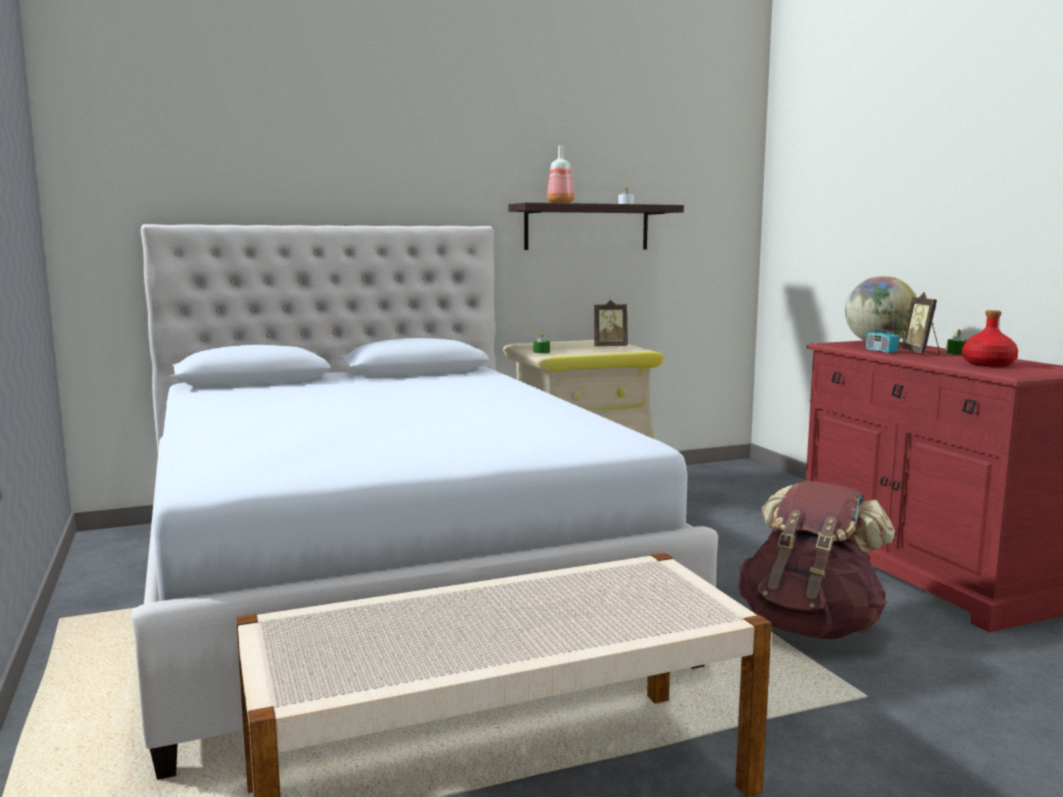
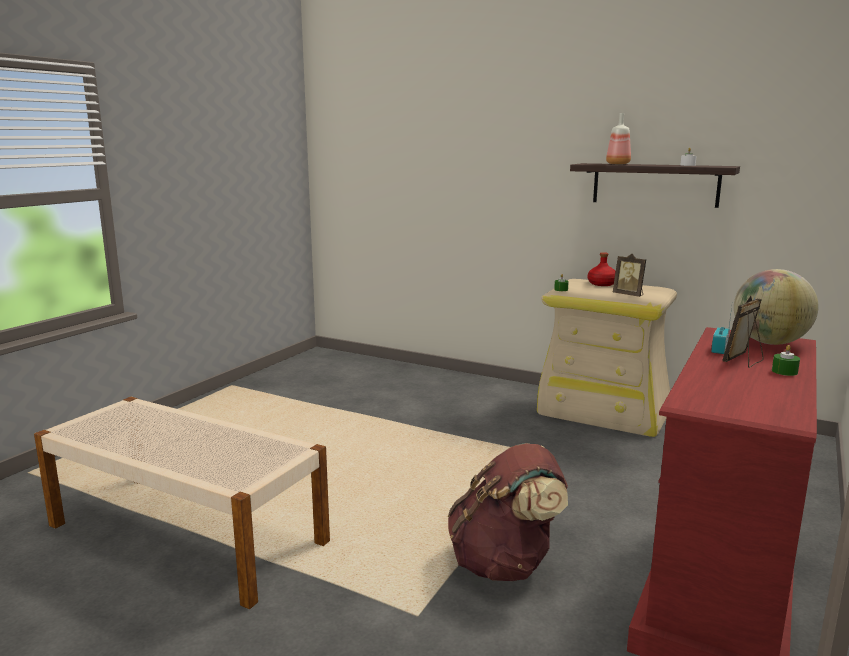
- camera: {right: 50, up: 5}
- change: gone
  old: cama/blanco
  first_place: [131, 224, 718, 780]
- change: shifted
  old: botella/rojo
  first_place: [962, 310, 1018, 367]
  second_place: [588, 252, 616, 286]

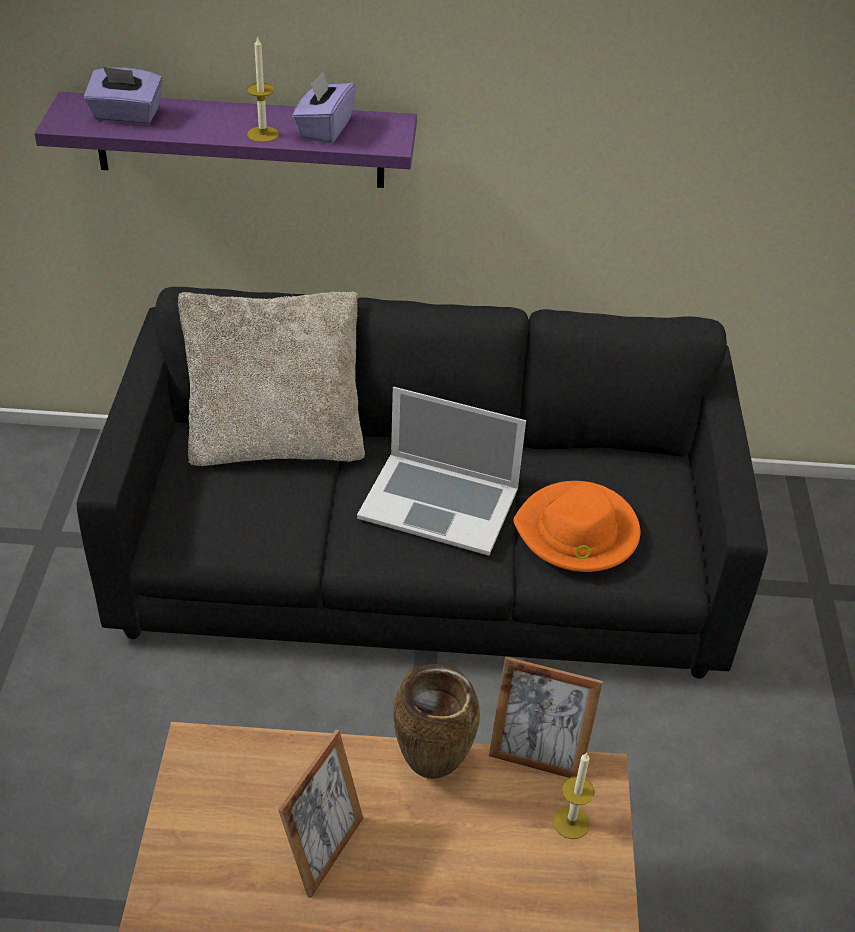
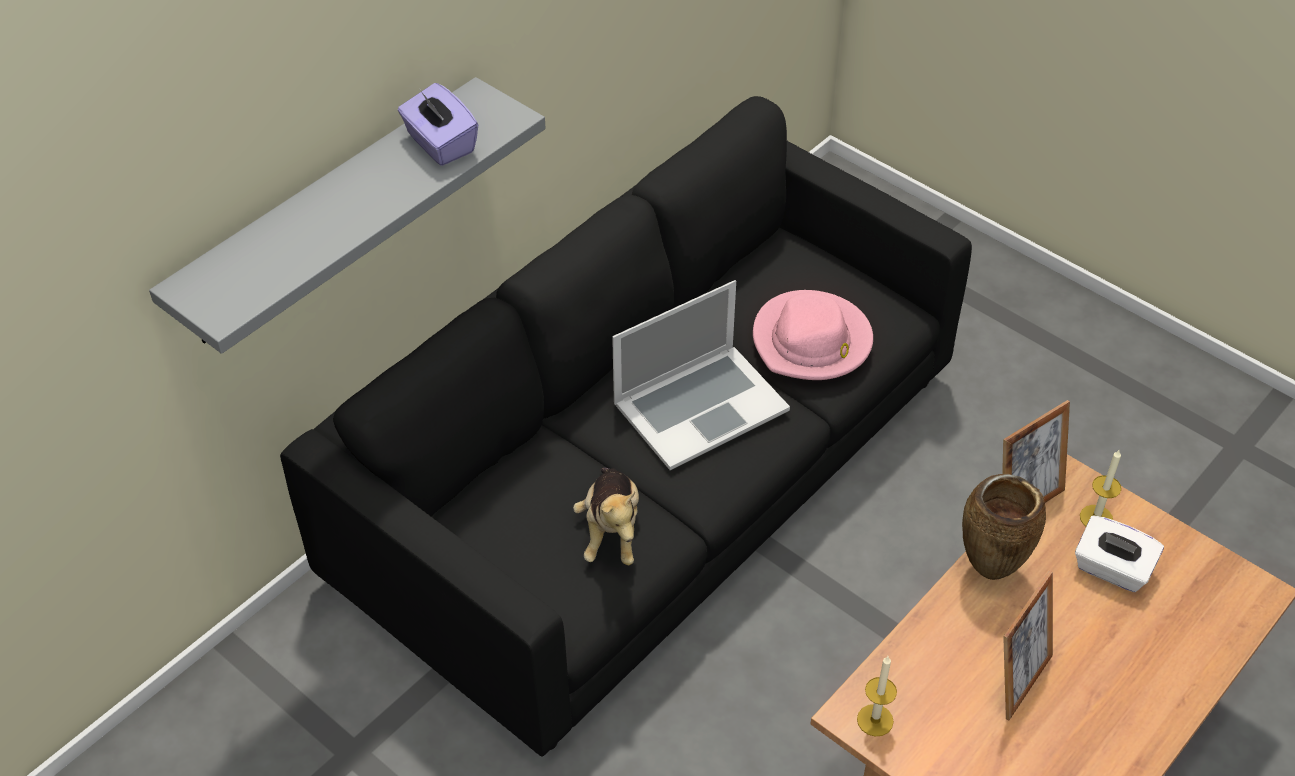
- camera: {right: -50, up: 5}
- change: repainted
  old: estante/morado
  new: estante/gris
  first_place: [34, 92, 417, 188]
  second_place: [149, 77, 545, 354]
- change: gone
  old: caja de pañuelos/morado
  first_place: [84, 67, 163, 125]
- change: gone
  old: cojín/beis
  first_place: [178, 291, 365, 466]
- change: shifted
  old: vela
  first_place: [247, 35, 279, 142]
  second_place: [857, 656, 897, 736]
- change: rotated
  old: portarretratos
  first_place: [278, 729, 363, 898]
  second_place: [1003, 571, 1053, 720]
  degrees: 60
- change: repainted
  old: sombrero/naranja
  new: sombrero/rosa
  first_place: [513, 481, 640, 572]
  second_place: [753, 290, 873, 380]
- change: new
  new: peluche
  second_place: [573, 467, 639, 565]
- change: new
  new: caja de pañuelos/blanco
  second_place: [1075, 515, 1164, 592]

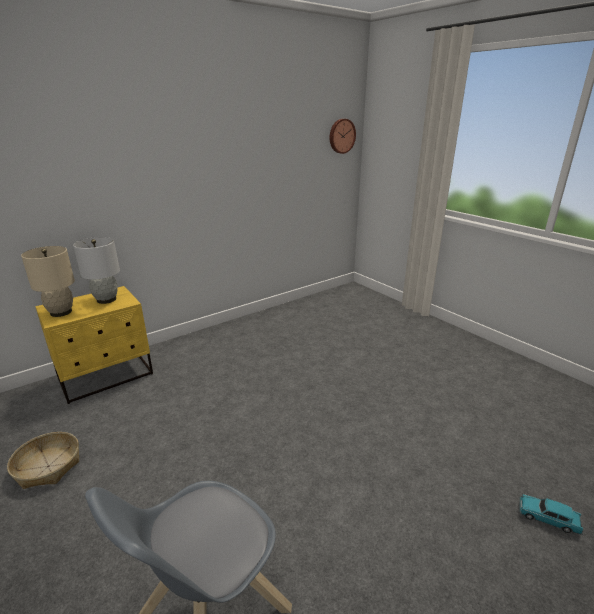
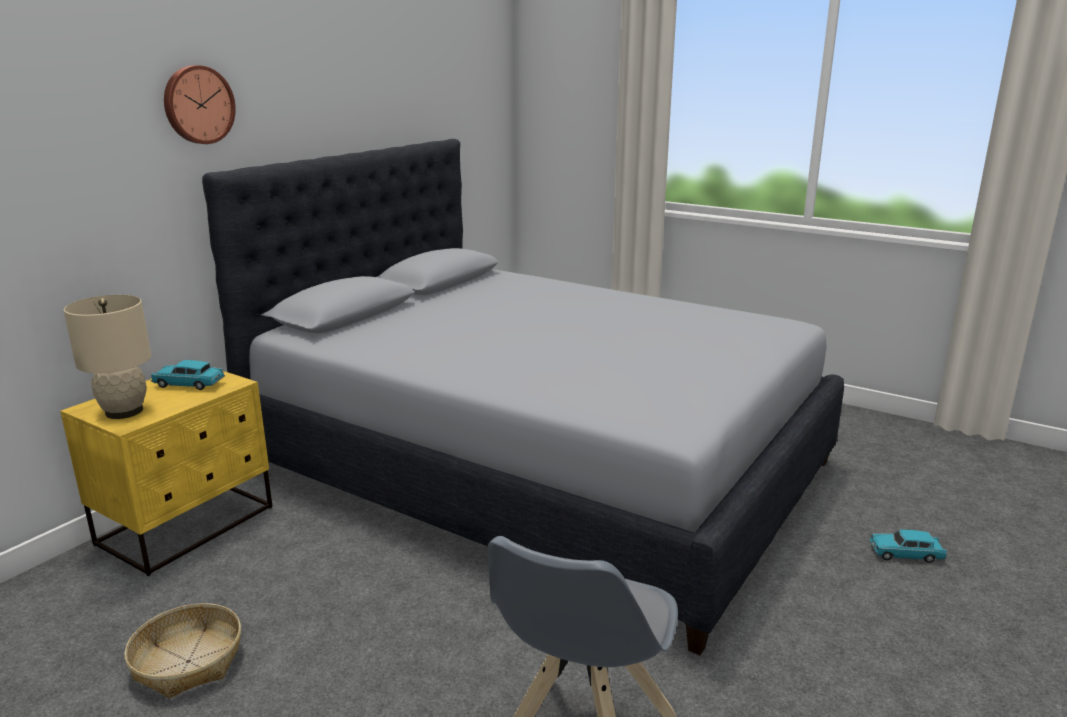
- camera: {right: -20, up: -5}
- change: swapped
  old: lámpara de mesa/blanco
  new: coche de juguete/turquesa
  first_place: [73, 237, 120, 304]
  second_place: [151, 360, 225, 390]
- change: shifted
  old: reloj de pared
  first_place: [330, 119, 356, 154]
  second_place: [164, 65, 236, 144]
- change: new
  new: cama/gris
  second_place: [202, 139, 844, 655]

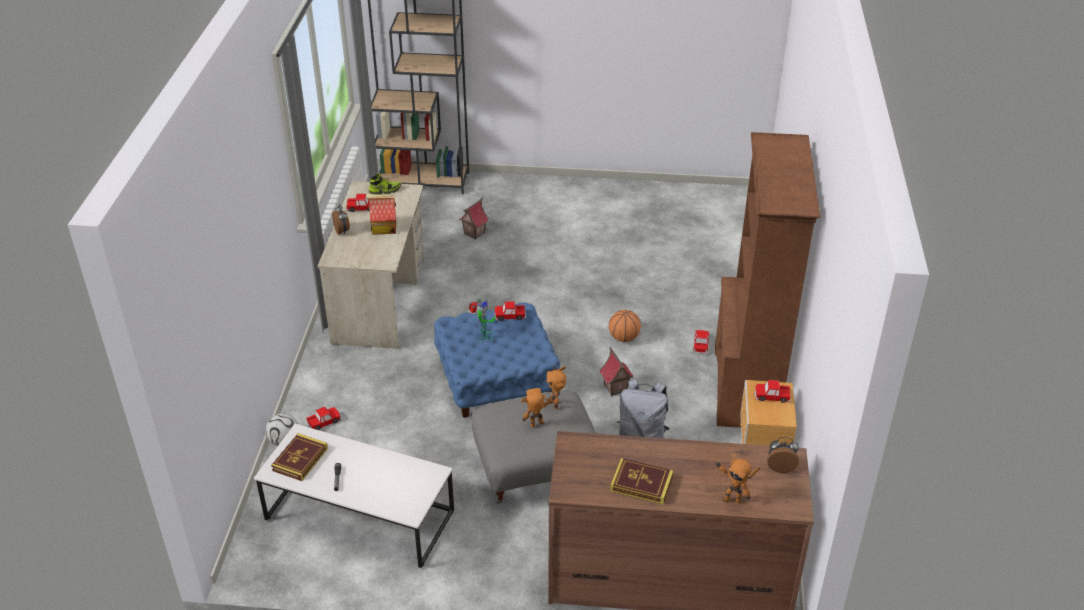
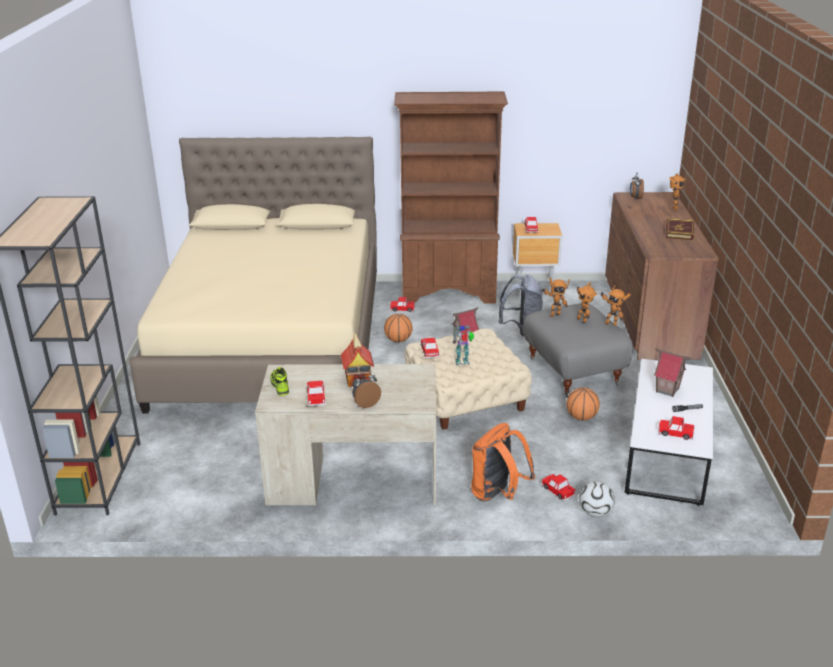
- camera: {right: -95, up: -10}
- change: swapped
  old: libro
  new: coche de juguete
  first_place: [271, 433, 328, 481]
  second_place: [658, 416, 694, 440]
- change: repainted
  old: puf/azul
  new: puf/beis
  first_place: [434, 302, 560, 418]
  second_place: [404, 328, 532, 430]
- change: shifted
  old: casita
  first_place: [459, 197, 489, 240]
  second_place: [654, 348, 690, 397]
- change: new
  new: cama/beis
  second_place: [129, 136, 377, 414]
- change: new
  new: mochila/naranja
  second_place: [471, 423, 535, 502]
- change: new
  new: balón de baloncesto
  second_place: [566, 387, 600, 421]
- change: new
  new: robot de juguete
  second_place: [600, 286, 631, 326]

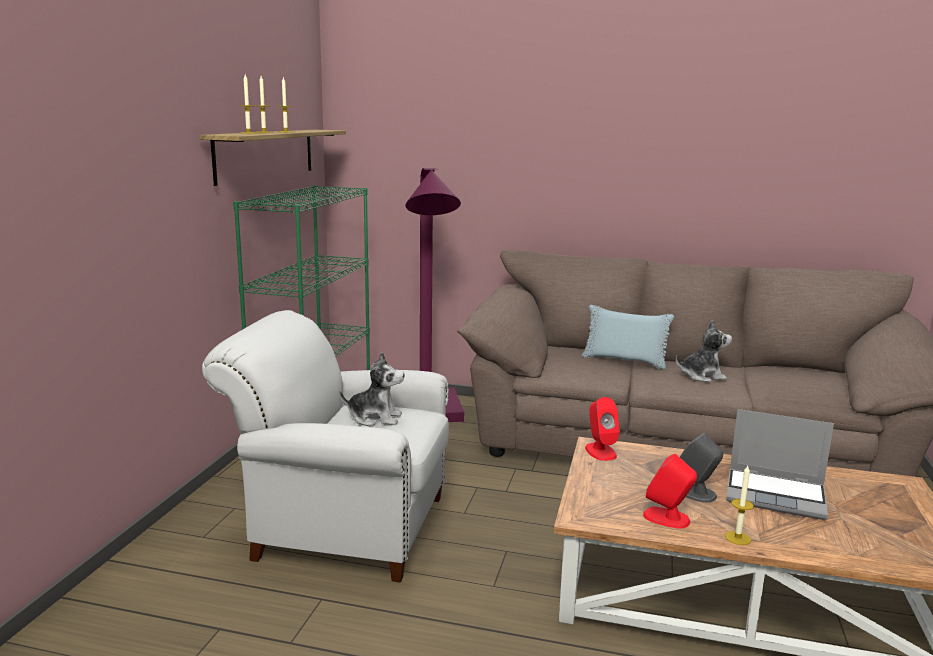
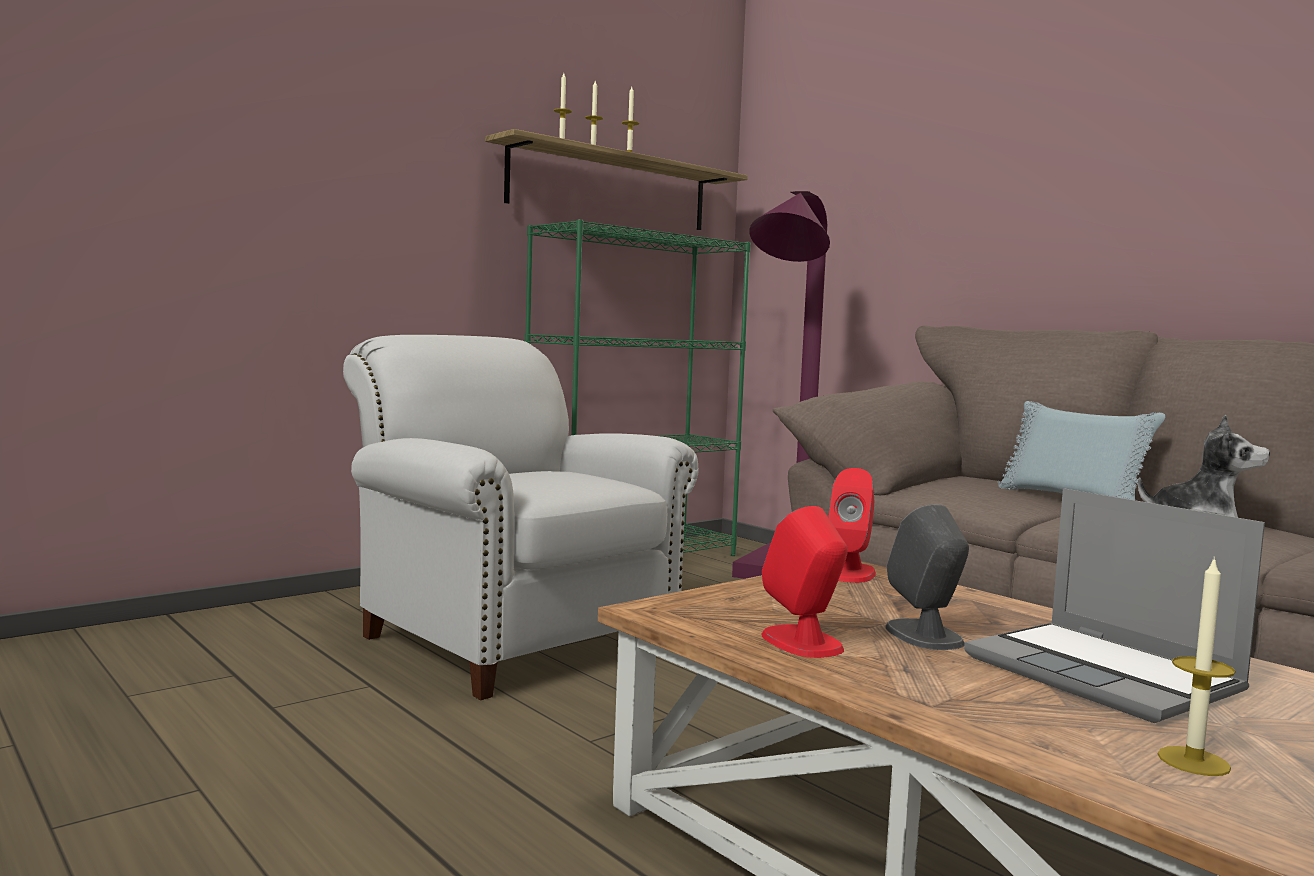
- camera: {right: 35, up: -10}
- change: gone
  old: peluche
  first_place: [340, 352, 405, 427]
- change: shifted
  old: vela
  first_place: [725, 466, 754, 545]
  second_place: [1158, 556, 1235, 776]

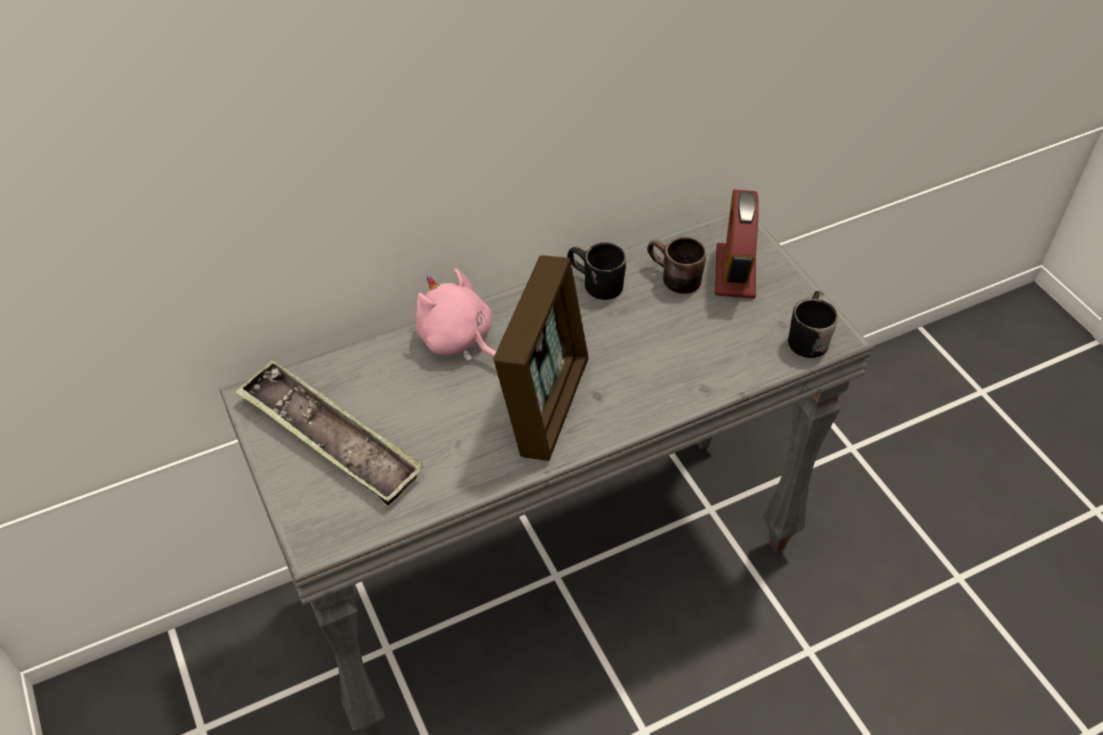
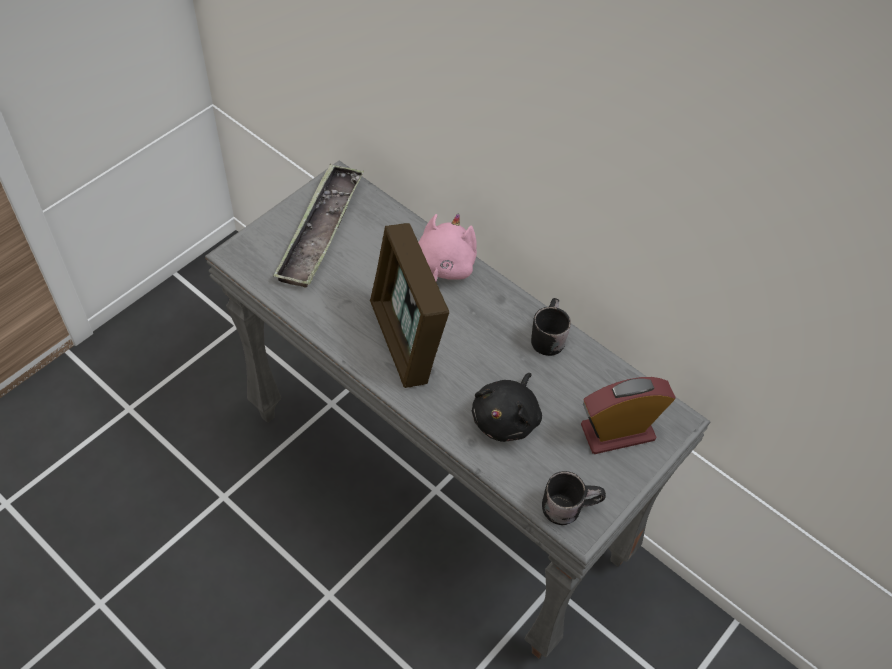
- camera: {right: 65, up: 5}
- change: rotated
  old: portarretratos
  first_place: [493, 255, 588, 461]
  second_place: [370, 223, 449, 388]
  degrees: 75
- change: gone
  old: taza grande/marrón
  first_place: [647, 237, 706, 294]
- change: new
  new: peluche/negro
  second_place: [472, 373, 542, 442]

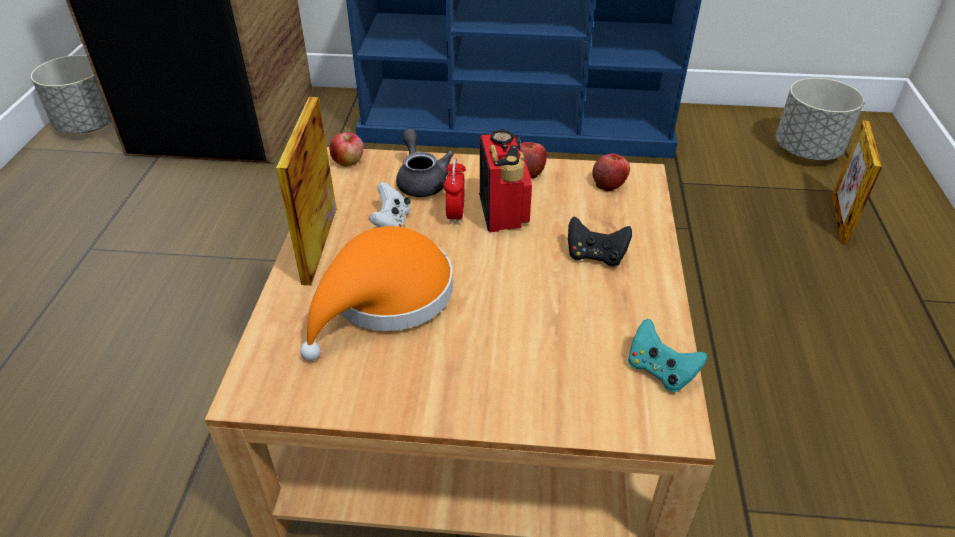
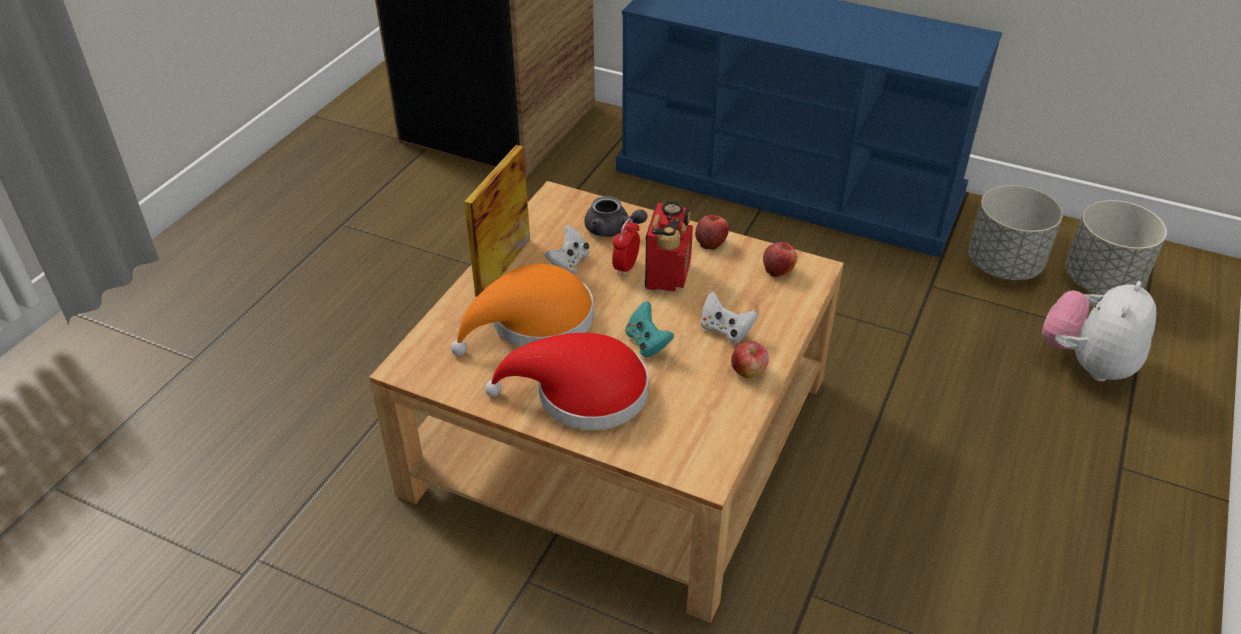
- camera: {right: 20, up: 0}
- change: shifted
  old: maceta/gris
  first_place: [31, 55, 112, 133]
  second_place: [968, 185, 1063, 280]
- change: shifted
  old: manzana
  first_place: [329, 132, 364, 167]
  second_place: [731, 341, 769, 378]
- change: rotated
  old: tetera/gris
  first_place: [396, 129, 454, 197]
  second_place: [584, 196, 647, 237]
  degrees: 120
- change: repainted
  old: mando de consola/negro
  new: mando de consola/blanco
  first_place: [568, 217, 632, 267]
  second_place: [701, 292, 758, 343]
- change: shifted
  old: mando de consola/turquesa
  first_place: [628, 319, 708, 392]
  second_place: [625, 301, 674, 357]
- change: swapped
  old: portarretratos
  new: peluche
  first_place: [832, 120, 882, 244]
  second_place: [1042, 281, 1156, 381]
- change: new
  new: sombrero/rojo
  second_place: [485, 333, 649, 430]

